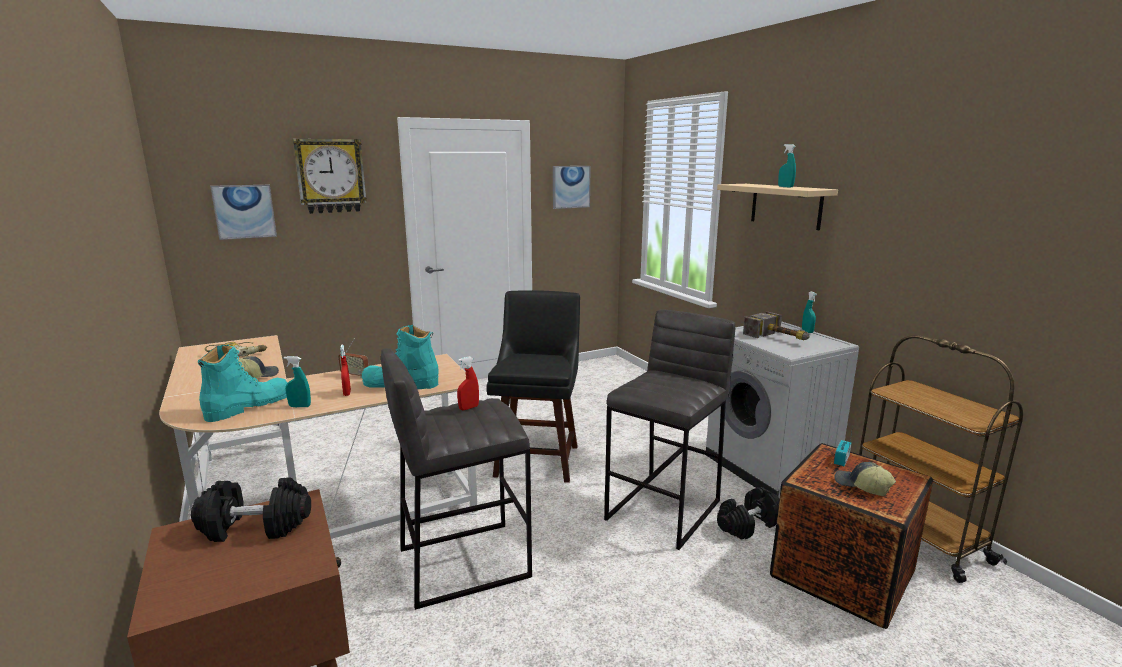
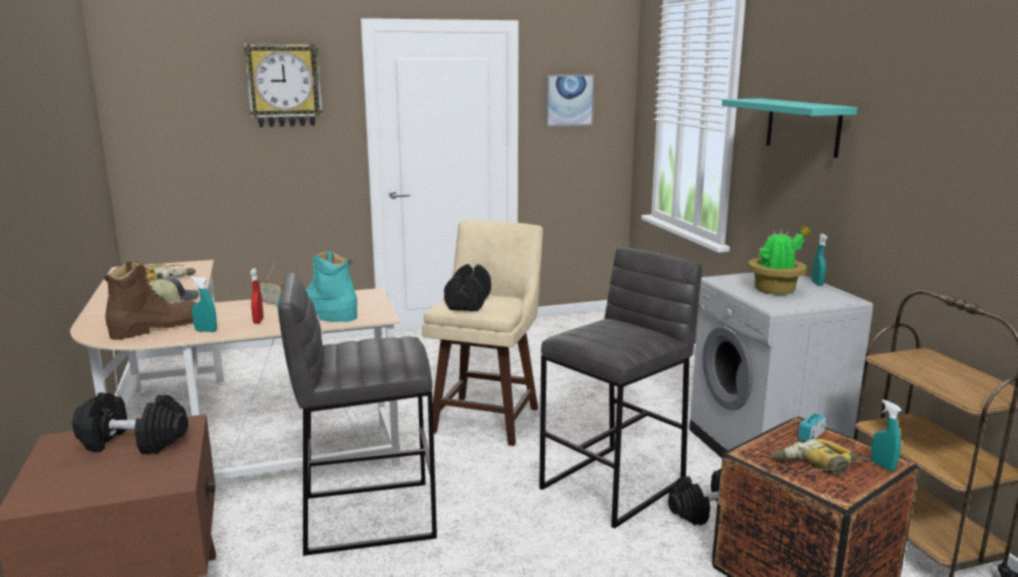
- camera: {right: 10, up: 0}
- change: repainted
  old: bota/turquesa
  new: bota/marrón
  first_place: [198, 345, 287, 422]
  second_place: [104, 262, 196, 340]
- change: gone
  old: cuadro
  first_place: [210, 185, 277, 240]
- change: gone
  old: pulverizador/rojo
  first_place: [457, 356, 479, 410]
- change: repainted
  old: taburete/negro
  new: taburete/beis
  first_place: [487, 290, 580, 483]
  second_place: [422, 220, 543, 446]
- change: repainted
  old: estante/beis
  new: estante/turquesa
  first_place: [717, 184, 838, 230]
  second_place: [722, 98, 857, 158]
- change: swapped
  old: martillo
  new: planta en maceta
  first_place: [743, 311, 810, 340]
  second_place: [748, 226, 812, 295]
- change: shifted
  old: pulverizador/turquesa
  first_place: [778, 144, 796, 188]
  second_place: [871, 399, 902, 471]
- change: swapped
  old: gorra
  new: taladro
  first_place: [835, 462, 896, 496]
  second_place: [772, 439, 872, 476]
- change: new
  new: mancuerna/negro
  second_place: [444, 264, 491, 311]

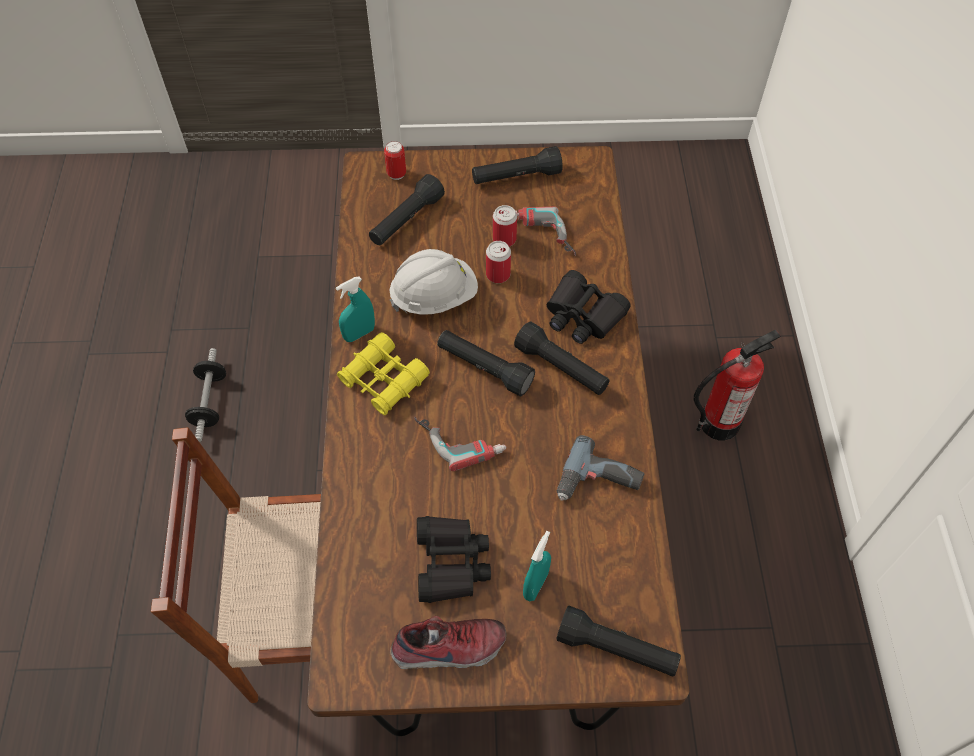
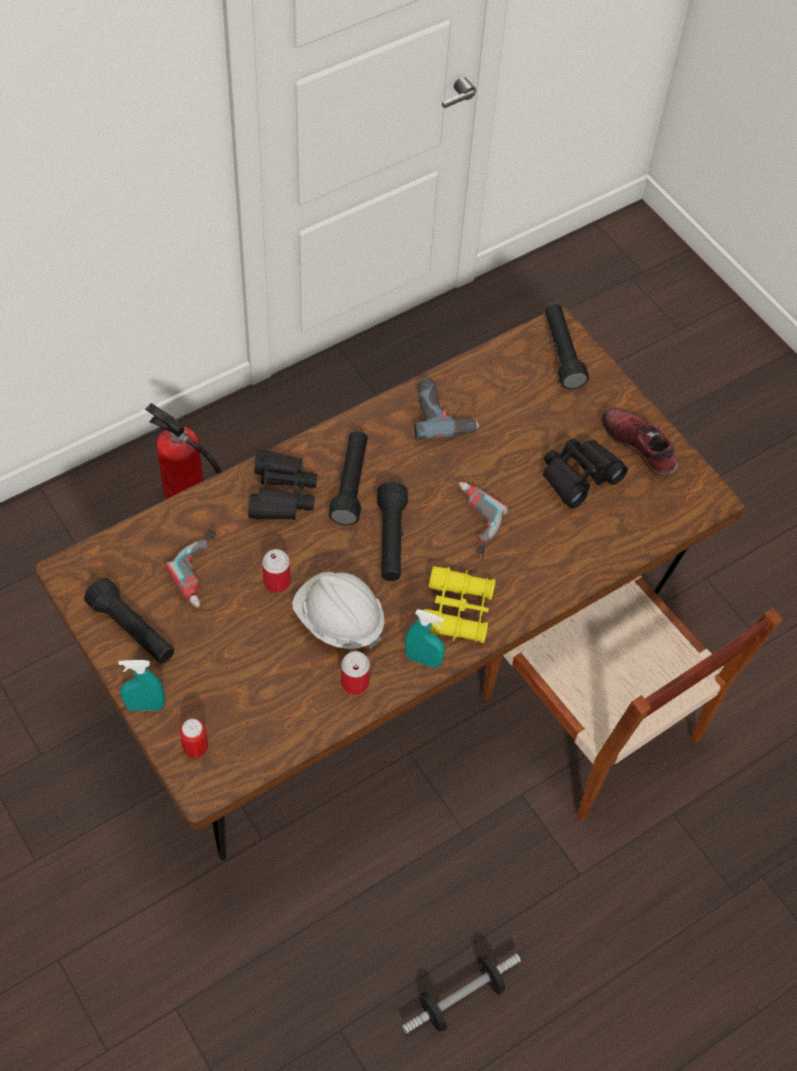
- camera: {right: -125, up: 0}
- change: gone
  old: linterna/negro
  first_place: [369, 174, 445, 245]
- change: shifted
  old: lata
  first_place: [493, 205, 517, 247]
  second_place: [341, 651, 370, 695]
- change: shifted
  old: pulverizador/turquesa
  first_place: [523, 531, 551, 601]
  second_place: [119, 660, 165, 711]

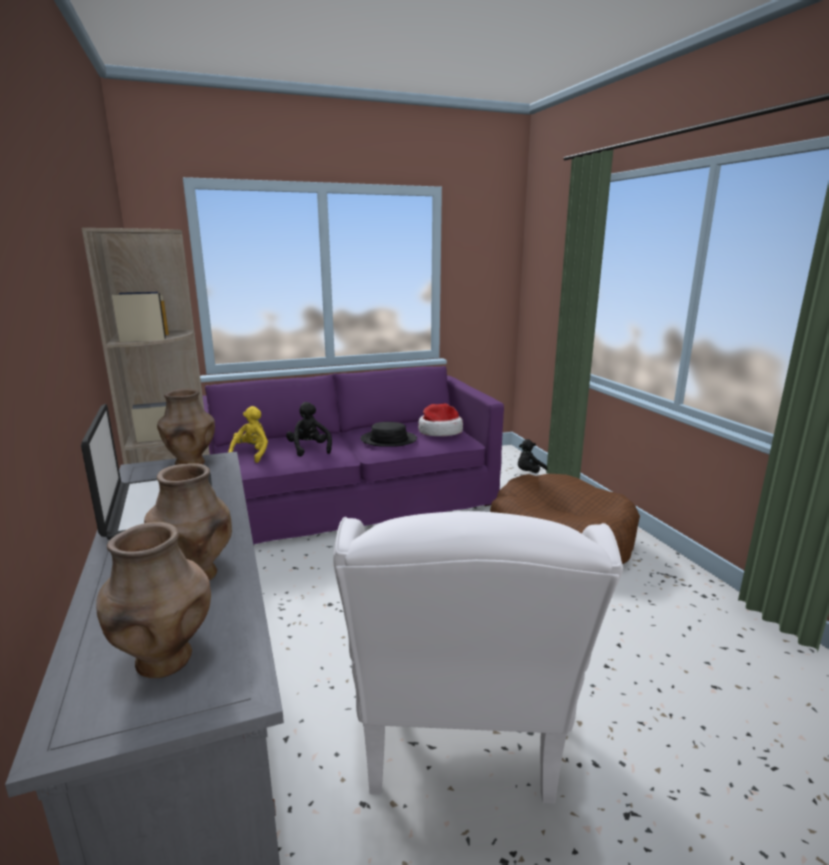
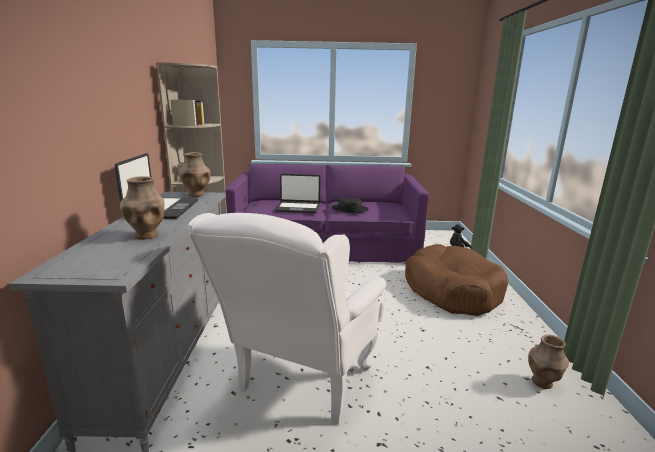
- camera: {right: 20, up: 0}
- change: shifted
  old: florero/marrón
  first_place: [96, 522, 211, 678]
  second_place: [528, 335, 569, 389]
- change: gone
  old: peluche/amarillo
  first_place: [228, 406, 268, 463]
- change: swapped
  old: peluche/negro
  new: portátil
  first_place: [286, 402, 332, 457]
  second_place: [275, 174, 320, 213]
- change: gone
  old: sombrero
  first_place: [418, 403, 463, 436]

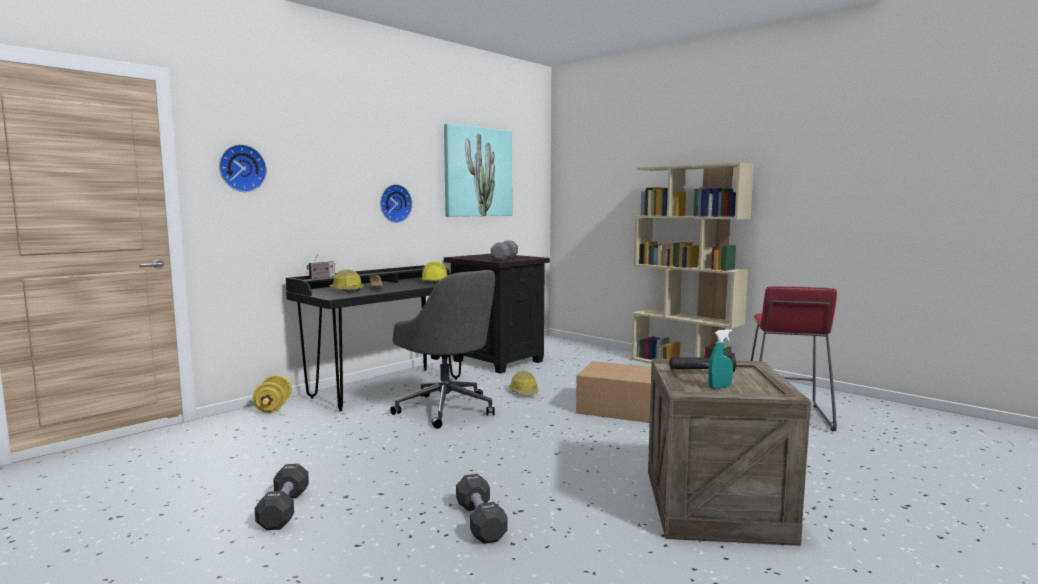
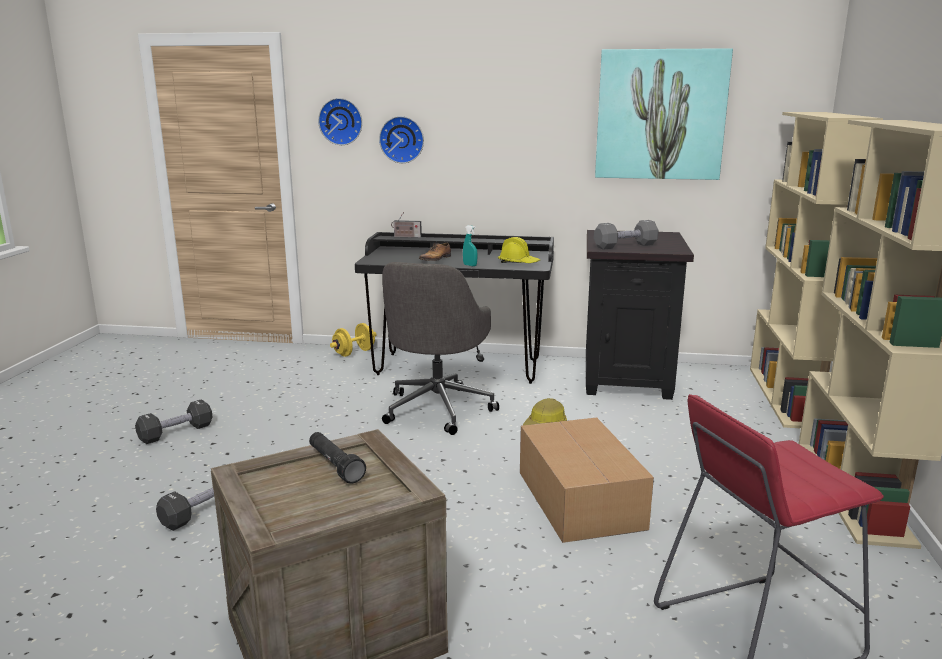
- camera: {right: 55, up: 10}
- change: gone
  old: casco
  first_place: [329, 269, 364, 293]
- change: shifted
  old: reloj de pared
  first_place: [380, 184, 412, 223]
  second_place: [379, 116, 424, 163]
- change: shifted
  old: pulverizador/turquesa
  first_place: [708, 329, 733, 389]
  second_place: [463, 225, 477, 266]
- change: new
  new: estantería/beis
  second_place: [750, 112, 883, 428]

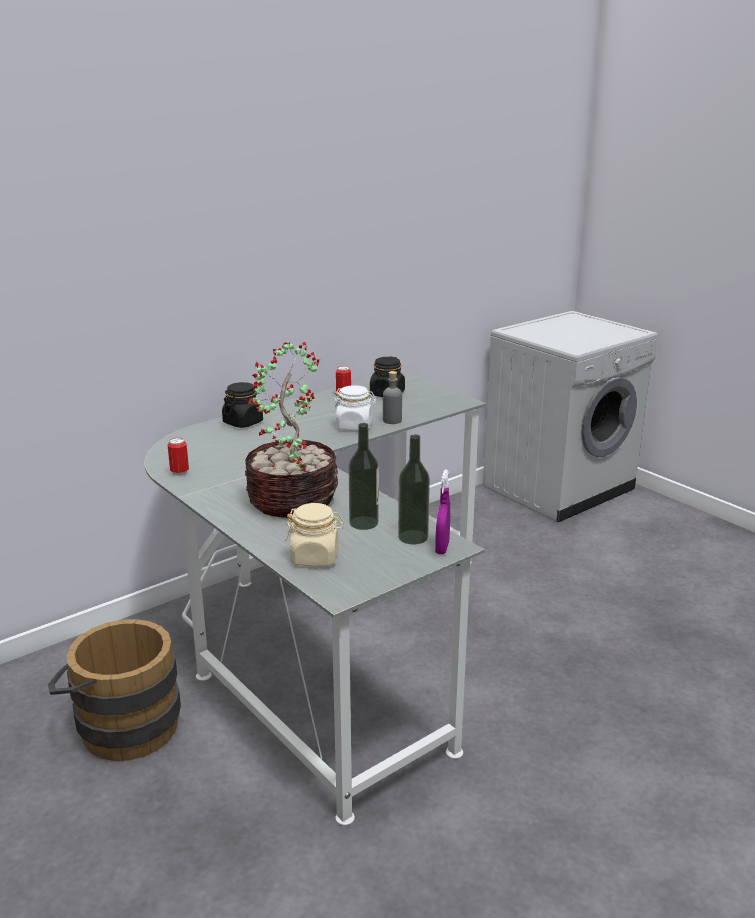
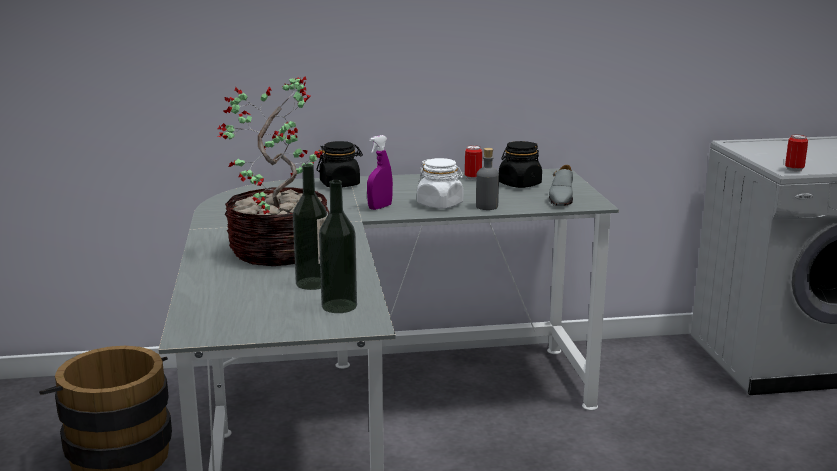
- camera: {right: 30, up: -5}
- change: shifted
  old: lata
  first_place: [168, 438, 189, 476]
  second_place: [785, 135, 808, 172]
- change: gone
  old: tarro/beis
  first_place: [285, 503, 344, 566]
- change: shifted
  old: pulverizador/morado
  first_place: [435, 470, 450, 554]
  second_place: [367, 135, 393, 210]
- change: new
  new: zapato/gris
  second_place: [549, 165, 573, 206]

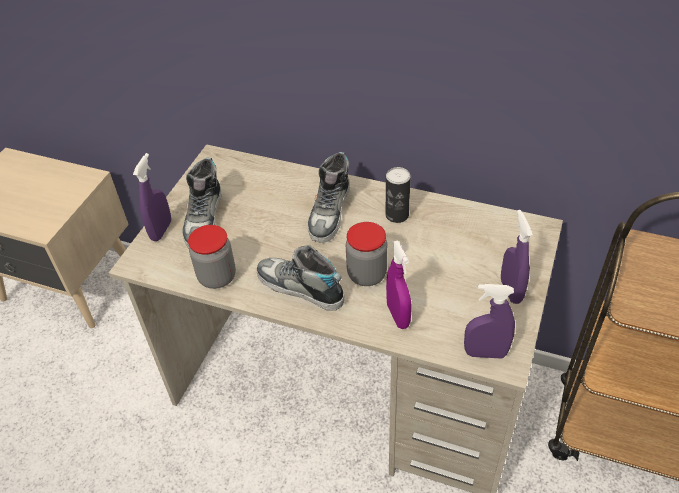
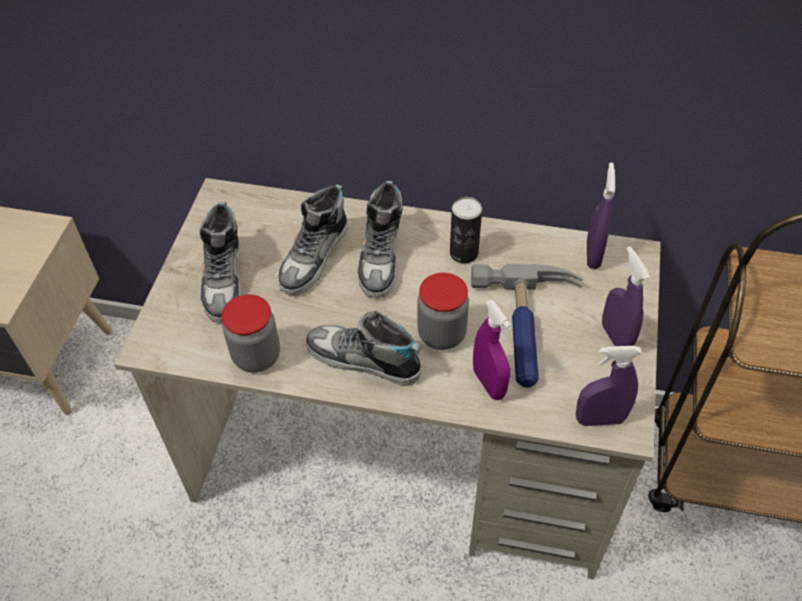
- camera: {right: -10, up: 5}
- change: shifted
  old: pulverizador/morado
  first_place: [133, 153, 171, 241]
  second_place: [587, 162, 615, 269]
- change: new
  new: zapato
  second_place: [278, 184, 347, 295]
- change: new
  new: martillo
  second_place: [471, 264, 583, 388]

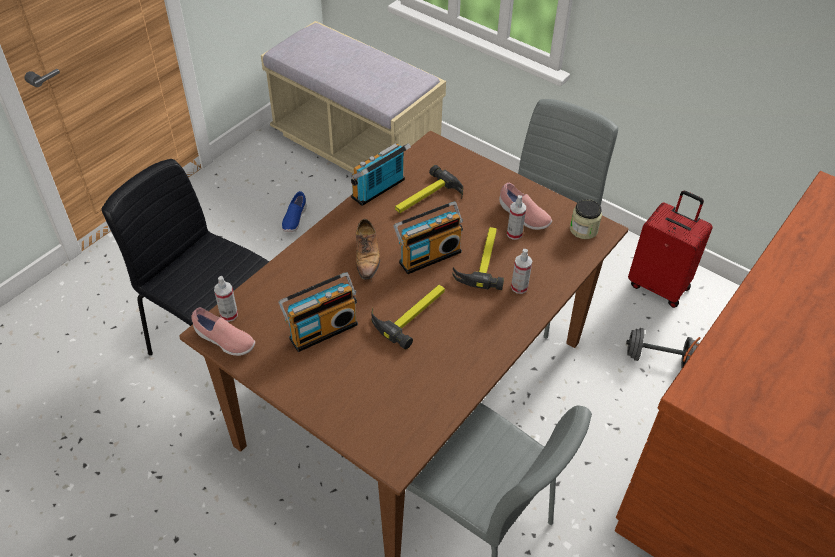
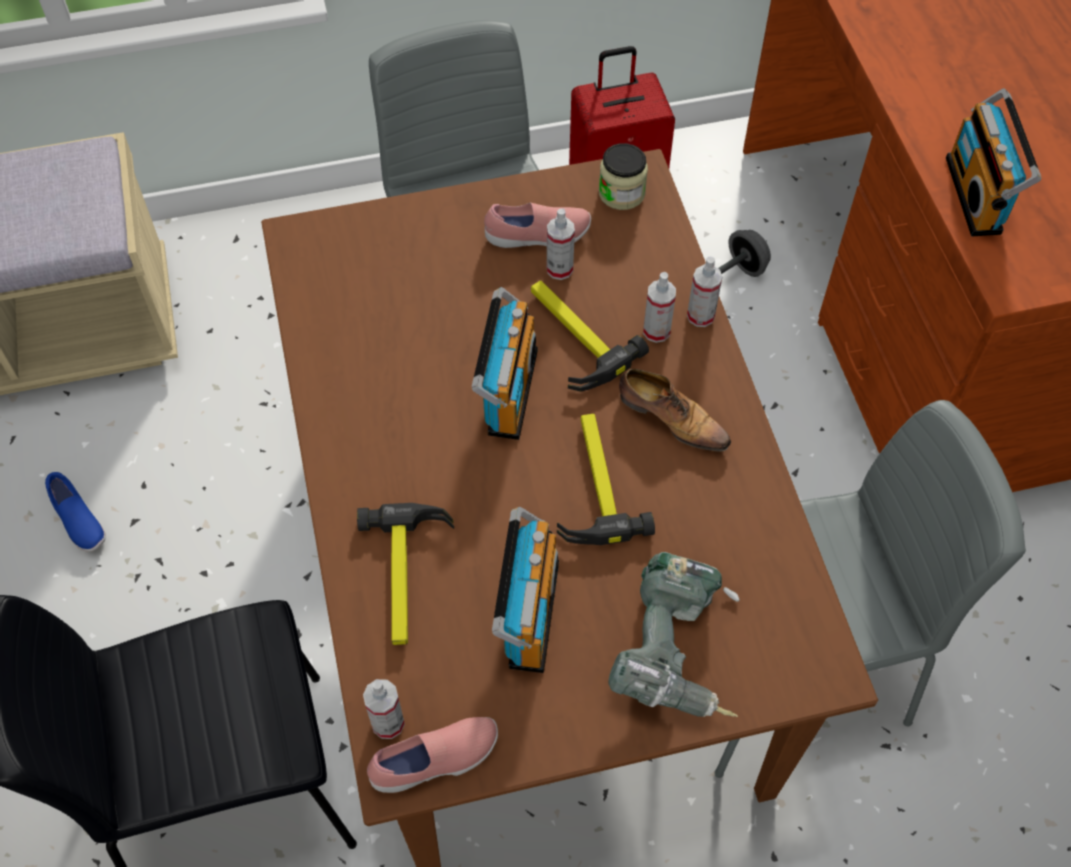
- camera: {right: -50, up: 10}
- change: shifted
  old: radio
  first_place: [351, 143, 411, 206]
  second_place: [946, 88, 1041, 236]
- change: shifted
  old: zapato
  first_place: [356, 219, 380, 280]
  second_place: [619, 369, 731, 452]
- change: shifted
  old: martillo
  first_place: [395, 165, 463, 213]
  second_place: [357, 503, 454, 645]
- change: new
  new: taladro
  second_place: [608, 552, 739, 717]
- change: new
  new: pulverizador
  second_place: [687, 257, 723, 327]

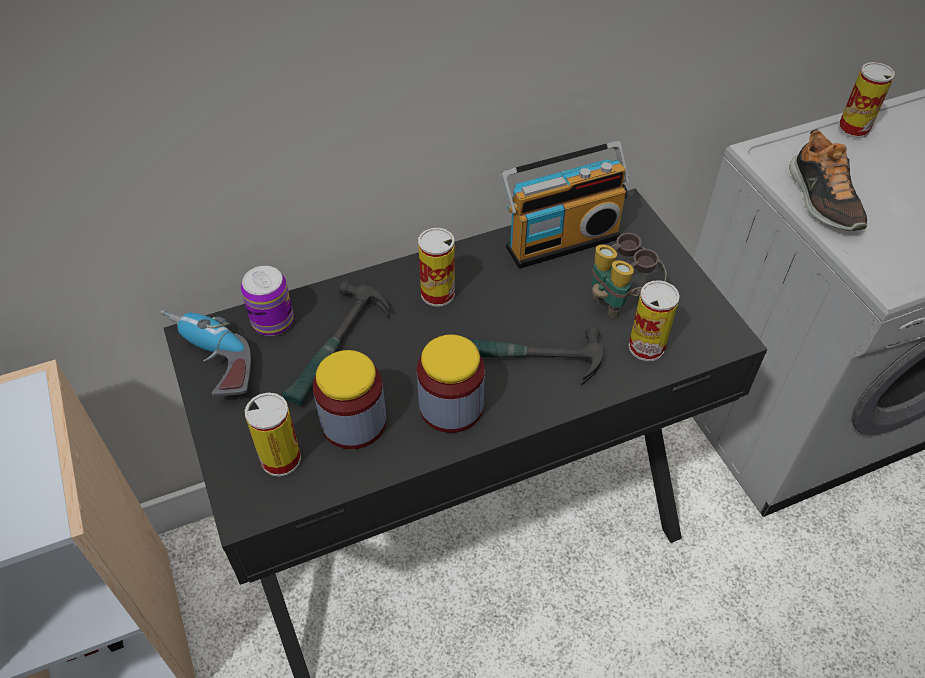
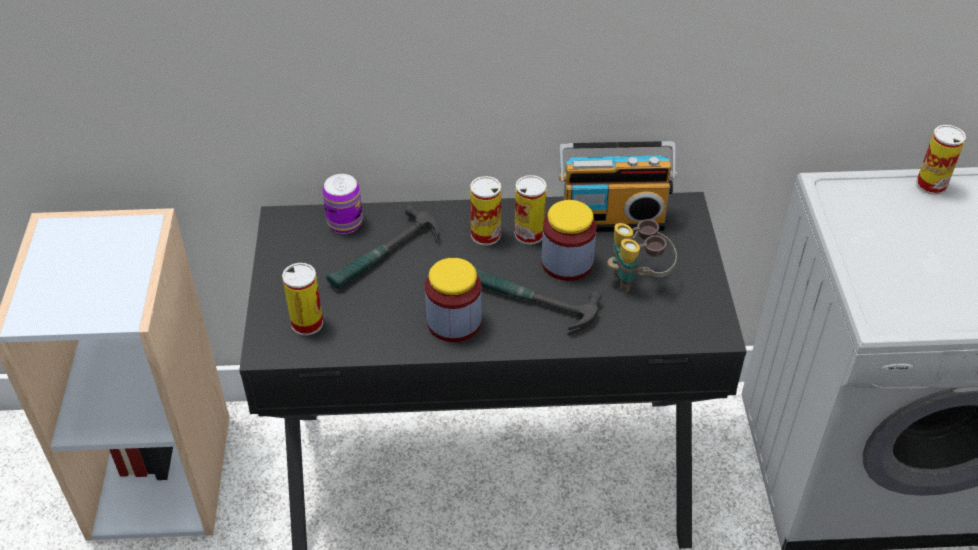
- camera: {right: 20, up: -5}
- change: gone
  old: taladro
  first_place: [160, 310, 251, 396]
- change: shifted
  old: tarro
  first_place: [313, 350, 386, 449]
  second_place: [541, 200, 596, 281]
- change: shifted
  old: lata
  first_place: [628, 280, 680, 361]
  second_place: [514, 175, 547, 245]
- change: gone
  old: zapato
  first_place: [789, 129, 867, 231]

